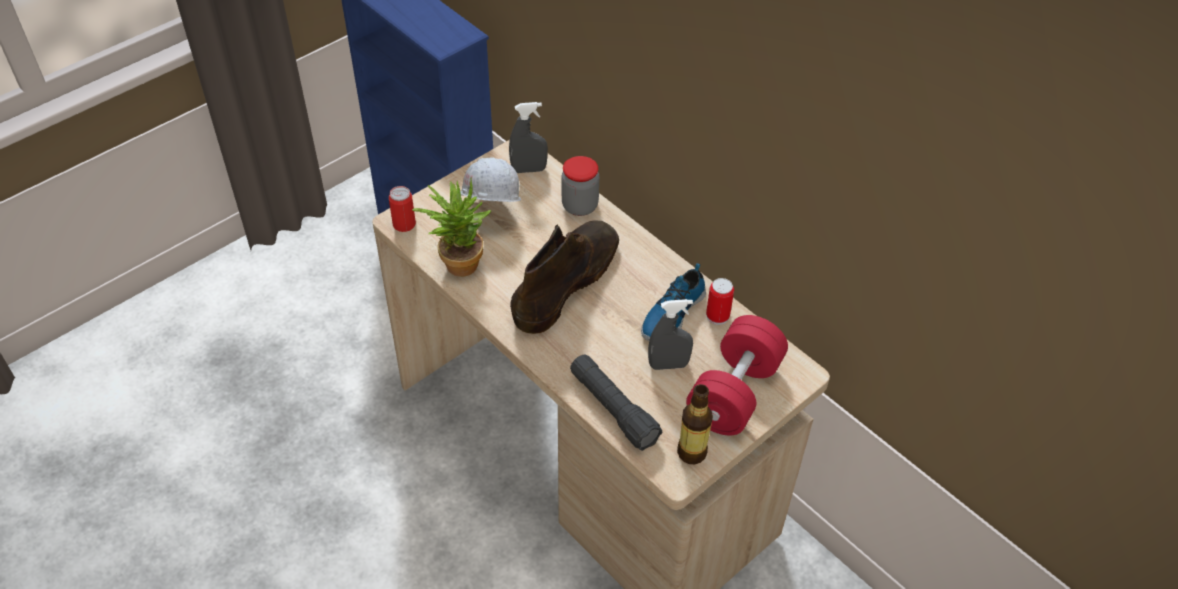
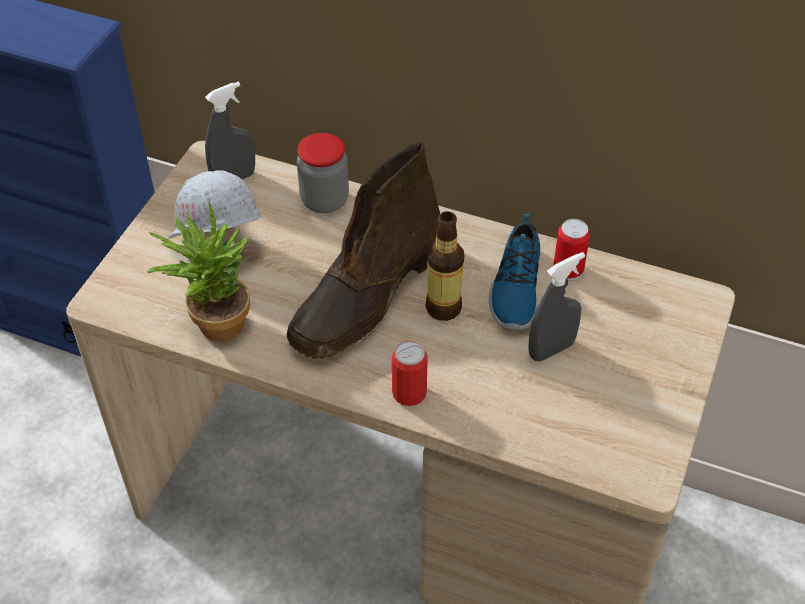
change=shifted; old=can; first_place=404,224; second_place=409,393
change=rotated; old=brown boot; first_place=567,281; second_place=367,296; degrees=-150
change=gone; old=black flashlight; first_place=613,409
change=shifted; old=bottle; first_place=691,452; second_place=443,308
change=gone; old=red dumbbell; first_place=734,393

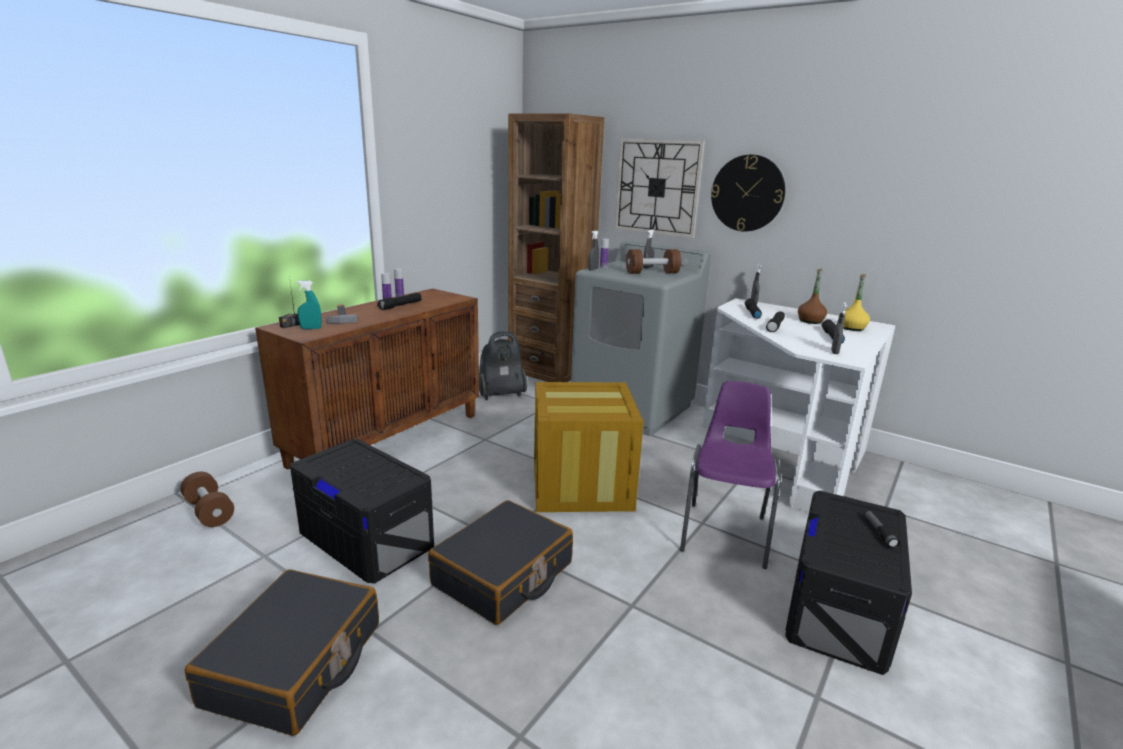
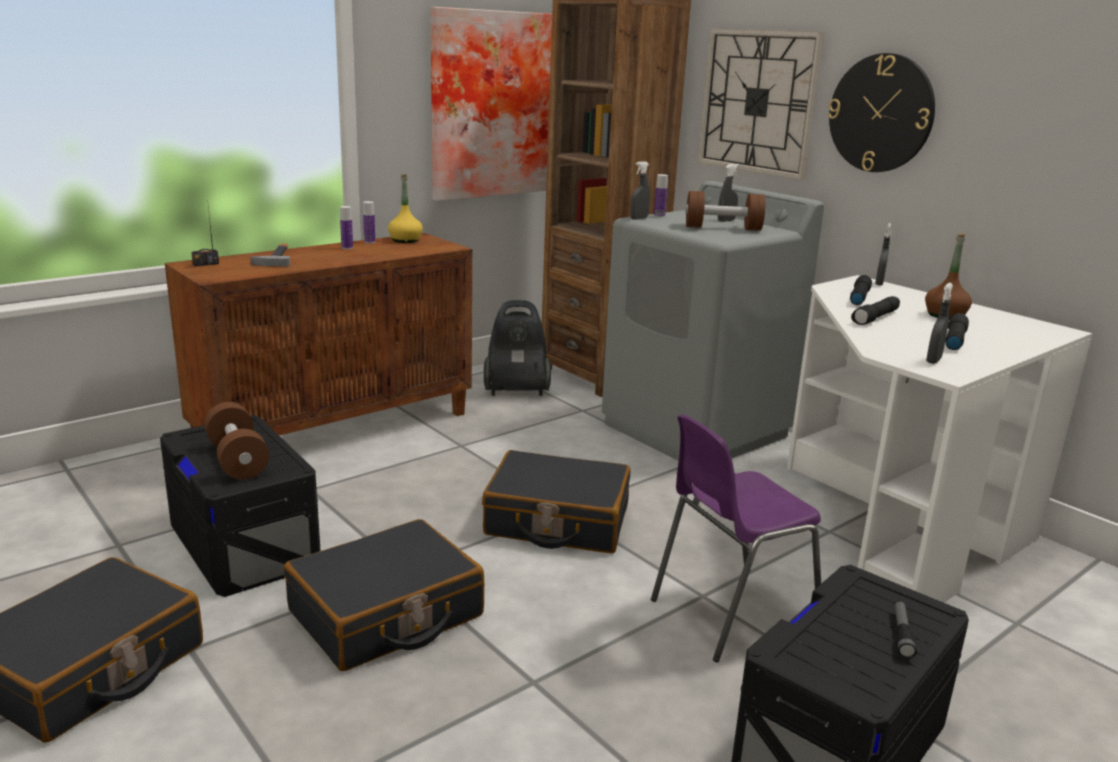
change=shifted; old=brown dumbbell; first_place=209,511; second_place=237,459
change=gone; old=turquoise spray bottle; first_place=311,328
change=gone; old=black flashlight; first_place=400,306
change=swapped; old=crate; new=black suitcase; first_place=581,485; second_place=557,521
change=rotated; old=purple chair; first_place=725,533; second_place=729,614; degrees=-150
change=shifted; old=yellow bottle; first_place=852,328; second_place=405,240
change=new; new=picture; second_place=502,104

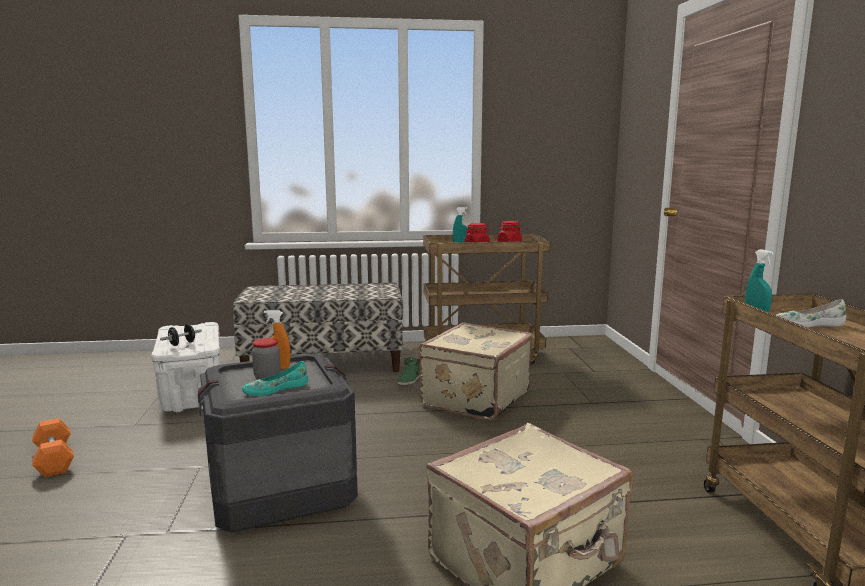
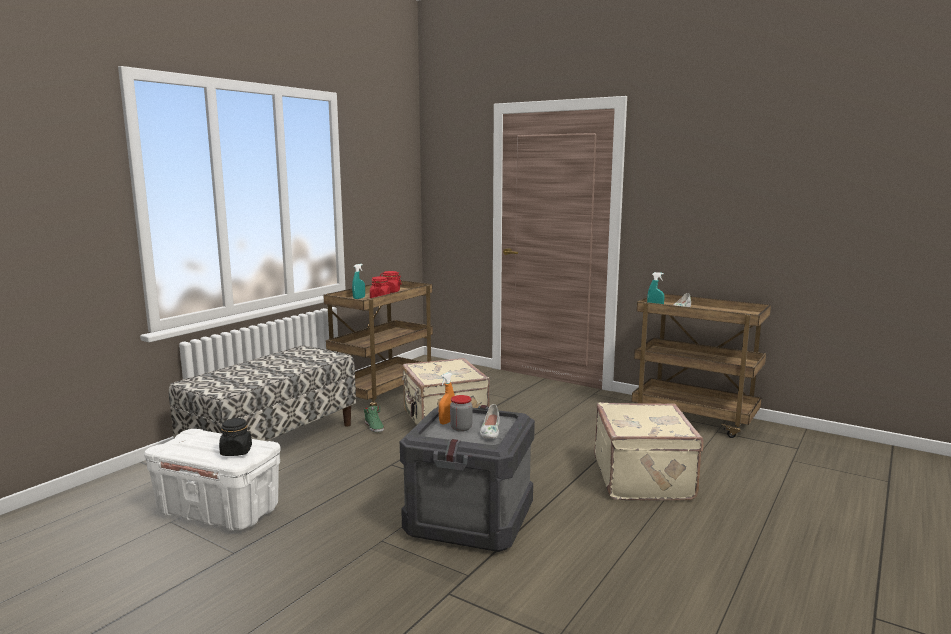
change=gone; old=orange dumbbell; first_place=54,459
change=swapped; old=black dumbbell; new=black jar; first_place=182,344; second_place=236,452
change=repainted; old=turquoise shoe; new=white shoe; first_place=275,389; second_place=490,431

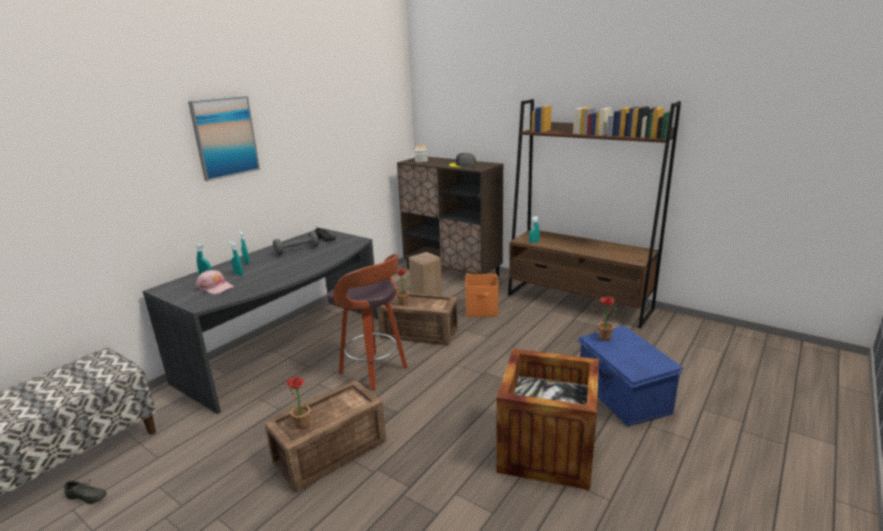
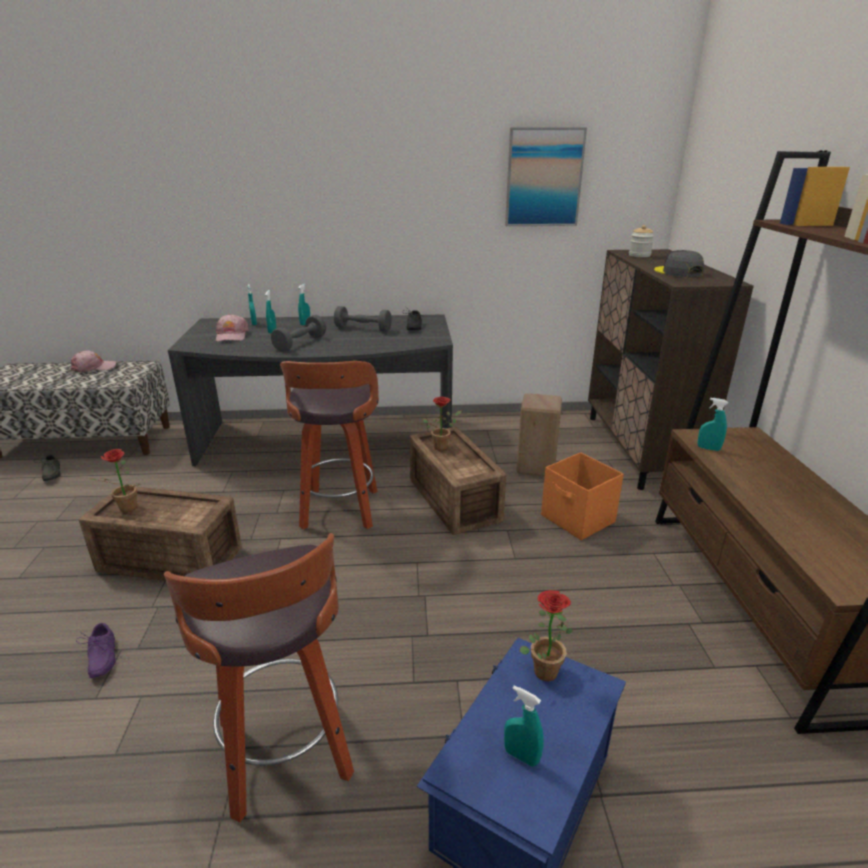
change=shifted; old=picture; first_place=225,137; second_place=543,178
change=swapped; old=crate; new=stool; first_place=546,449; second_place=286,753
change=new; new=pink cap; second_place=93,367
change=new; new=purple shoe; second_place=100,658
change=new; new=grey dumbbell; second_place=300,343
change=new; new=turquoise spray bottle; second_place=521,756

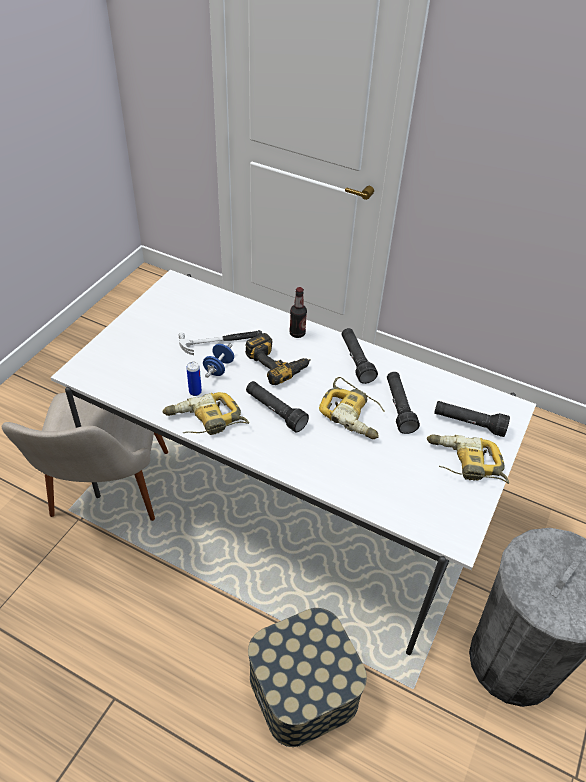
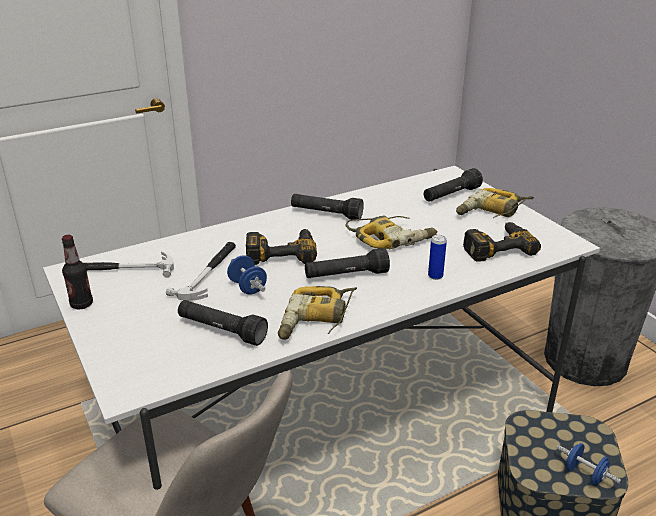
change=shifted; old=can; first_place=195,392; second_place=435,276
change=shifted; old=bottle; first_place=297,333; second_place=81,304
change=shifted; old=black flashlight; first_place=399,407; second_place=221,331
change=new; new=hammer; second_place=122,269
change=new; new=power drill; second_place=496,246
change=new; new=blue dumbbell; second_place=584,474

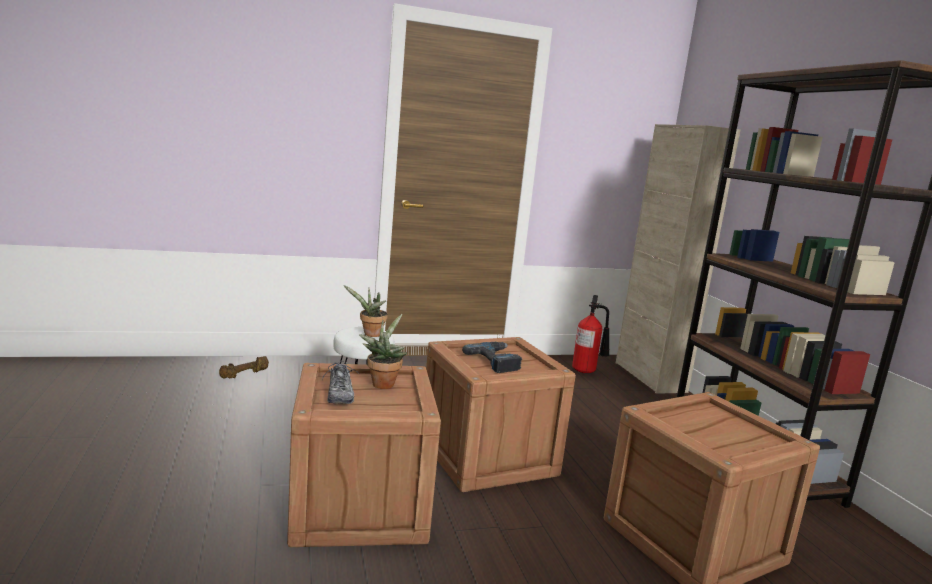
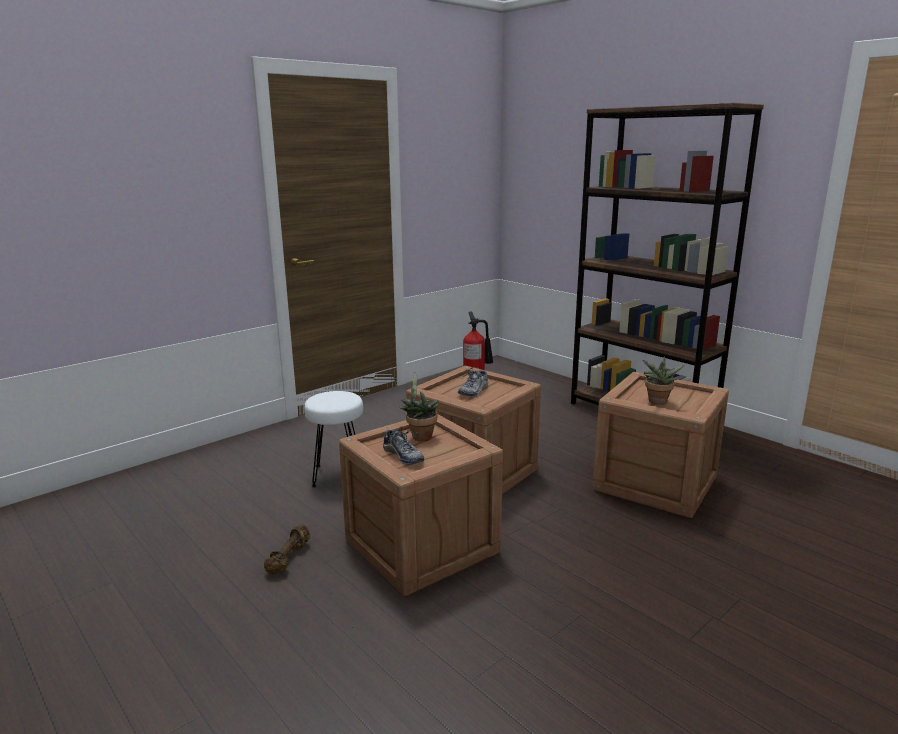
change=shifted; old=brown dumbbell; first_place=244,375; second_place=289,558
change=shifted; old=potted plant; first_place=370,334; second_place=657,402
change=swapped; old=power drill; new=shoe; first_place=497,361; second_place=474,391
change=gone; old=beige cabinet; first_place=649,377

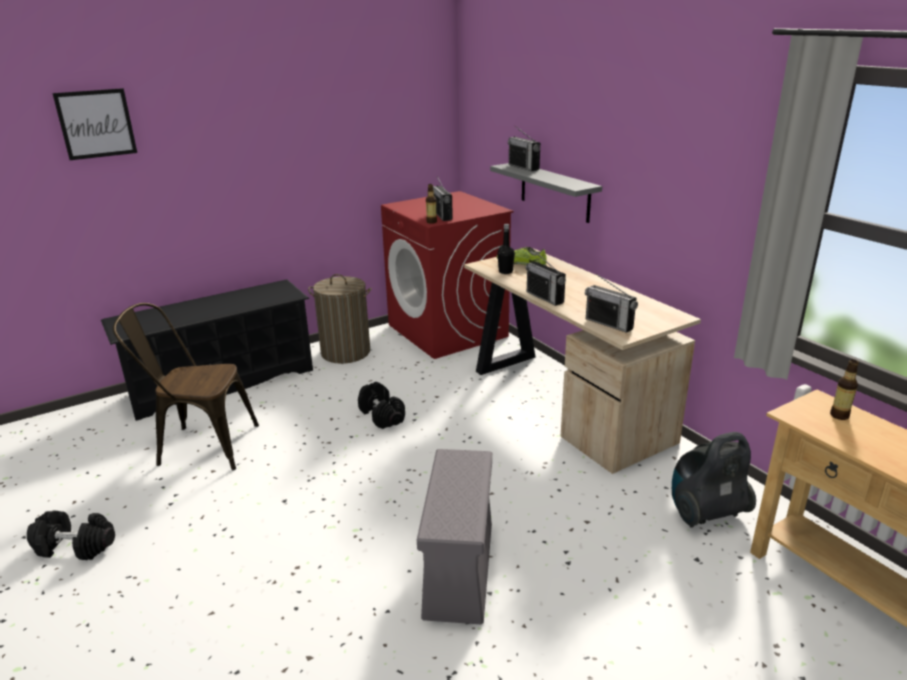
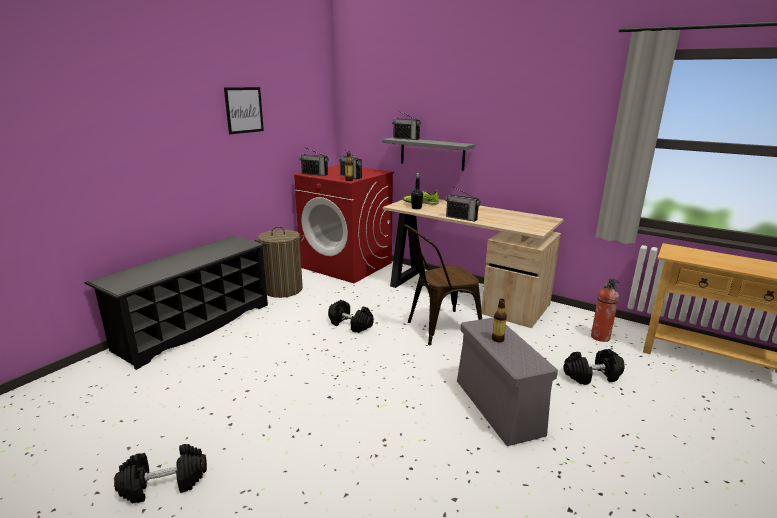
change=shifted; old=picture; first_place=96,124; second_place=244,110
change=shifted; old=brown chair; first_place=200,446; second_place=438,328
change=shifted; old=radio; first_place=609,324; second_place=315,174
change=swapped; old=vacuum cleaner; new=fire extinguisher; first_place=705,513; second_place=600,337
change=shifted; old=bottle; first_place=839,415; second_place=497,339
change=new; new=black dumbbell; second_place=591,376

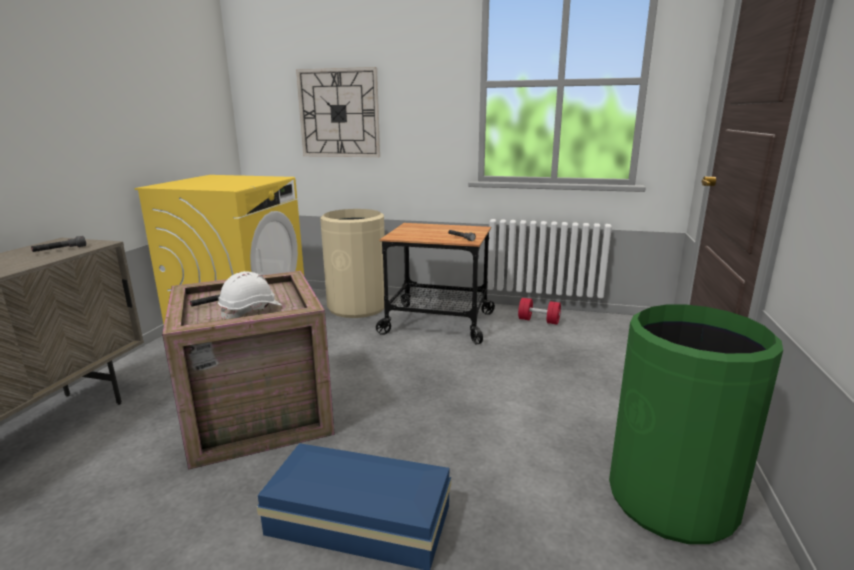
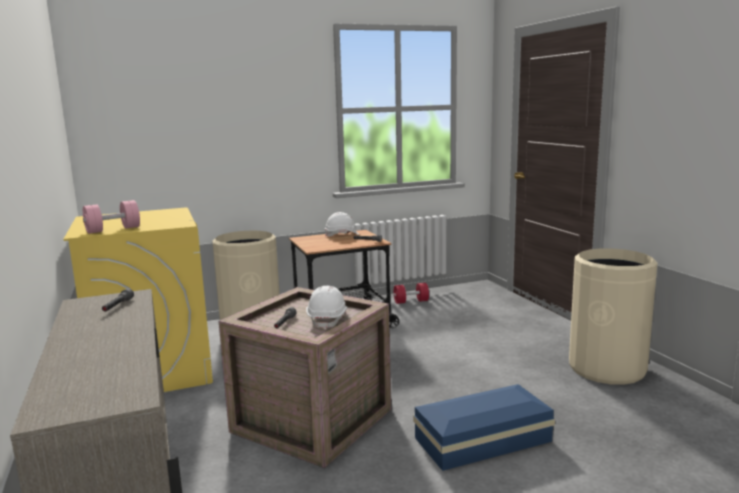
change=gone; old=wall clock; first_place=339,113
change=repainted; old=green trash can; new=beige trash can; first_place=671,500; second_place=607,368
change=new; new=pink dumbbell; second_place=113,230
change=new; new=white hard hat; second_place=342,235

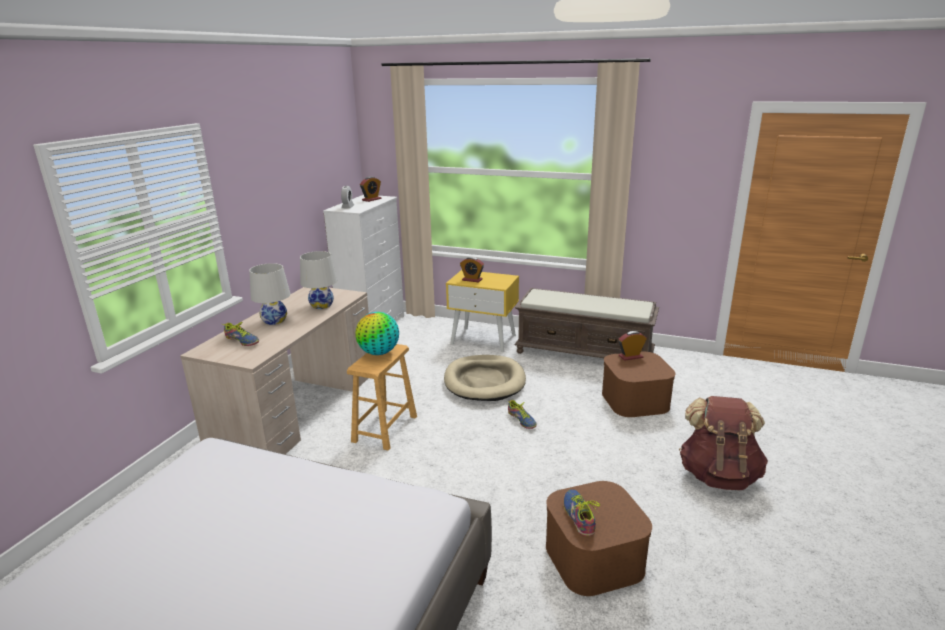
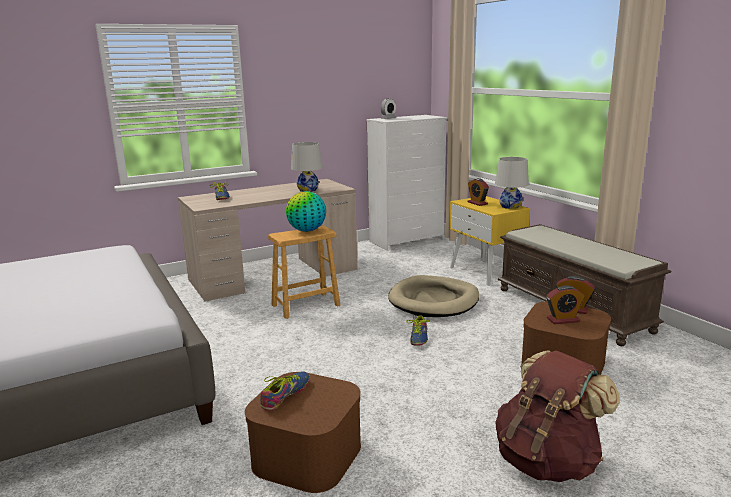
change=shifted; old=white table lamp; first_place=274,320; second_place=510,206
change=shifted; old=alarm clock; first_place=371,199; second_place=563,320

